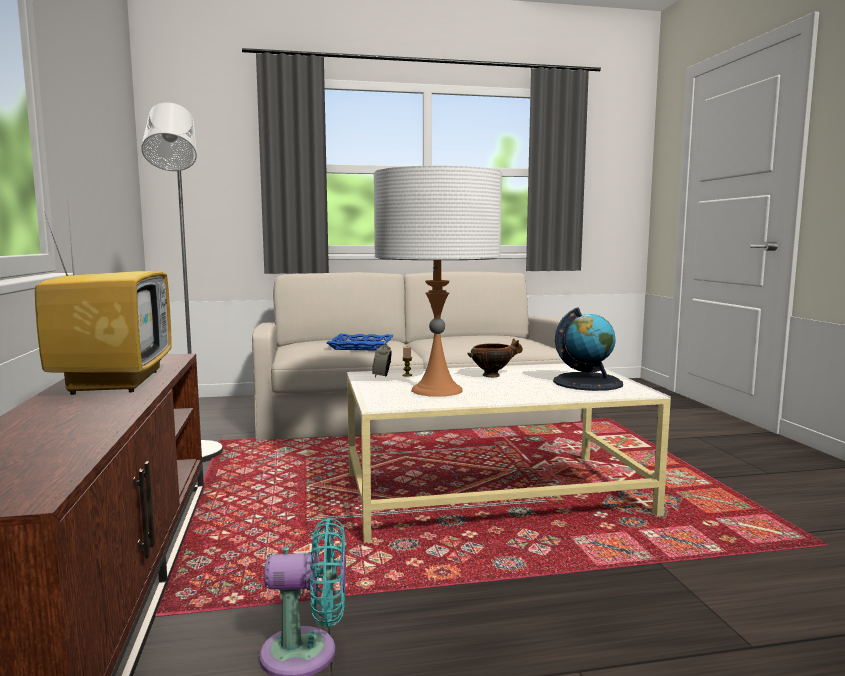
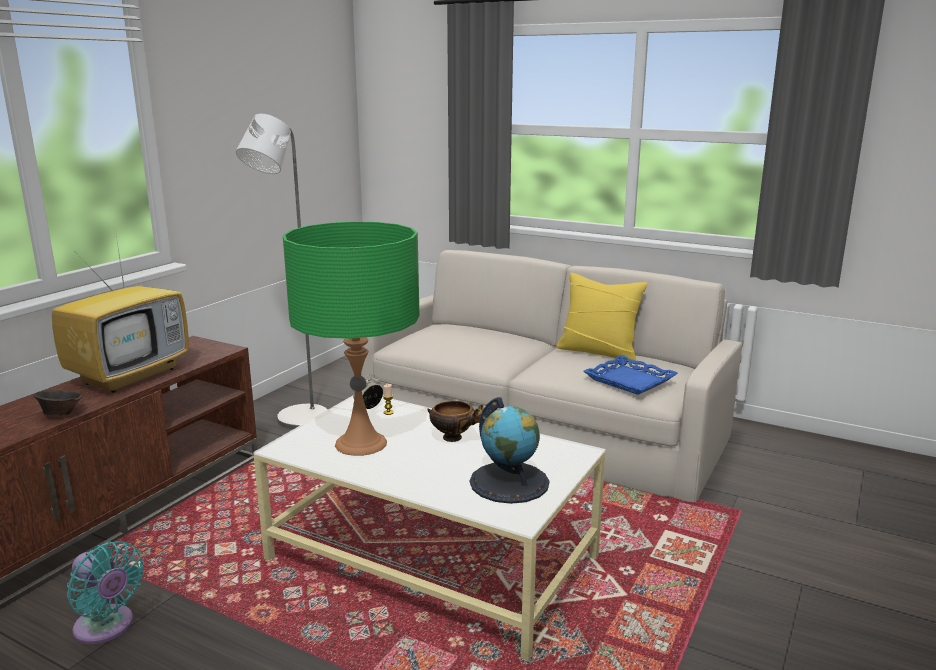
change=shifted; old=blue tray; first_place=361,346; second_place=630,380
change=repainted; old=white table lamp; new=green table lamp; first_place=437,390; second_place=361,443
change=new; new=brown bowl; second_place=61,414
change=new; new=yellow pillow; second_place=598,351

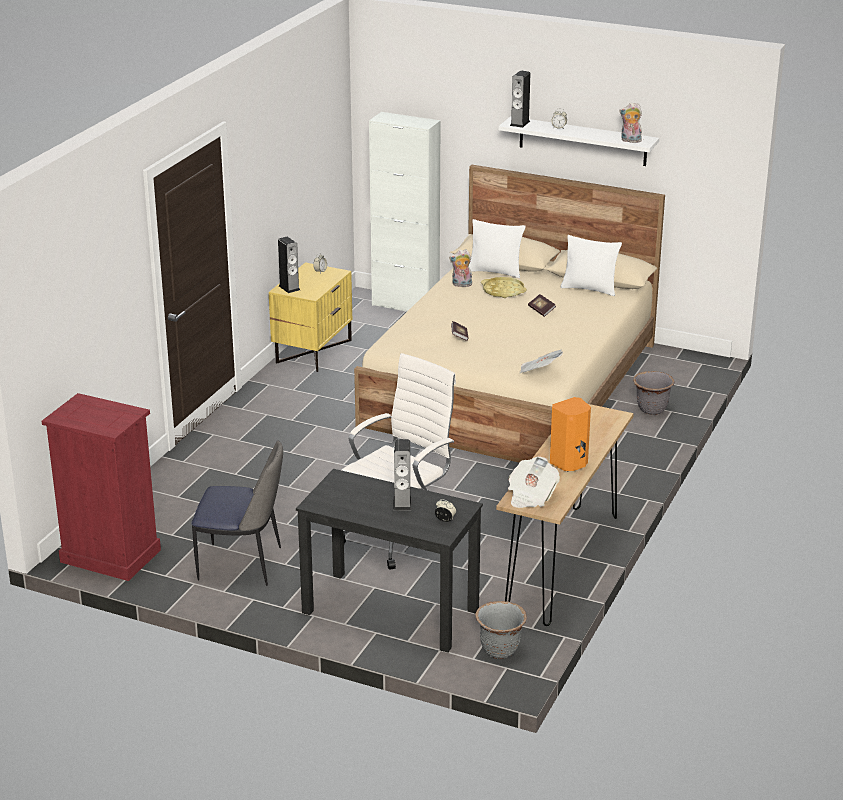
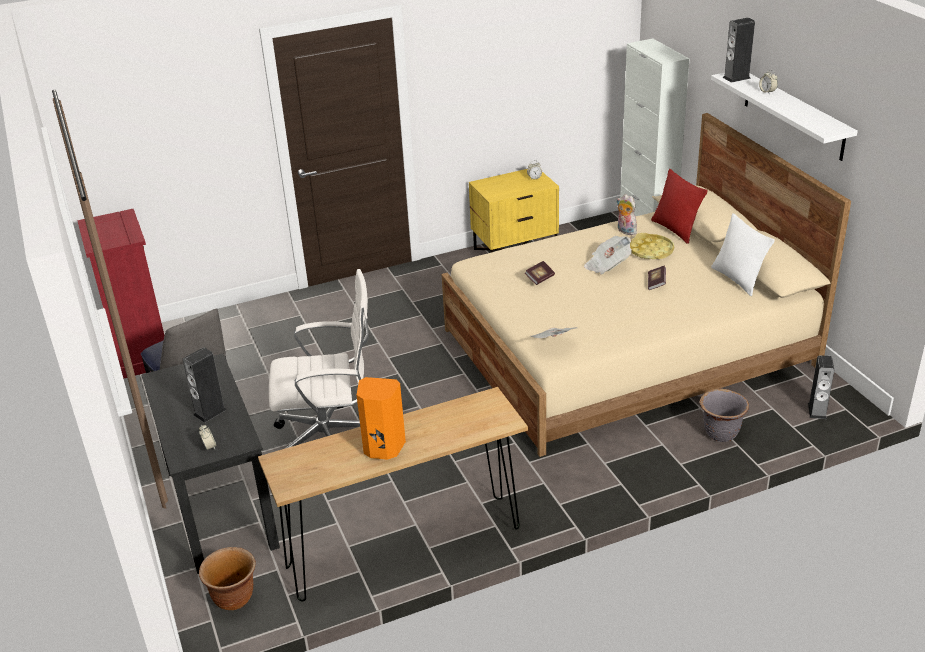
change=shifted; old=speaker; first_place=289,288; second_place=817,411
change=repainted; old=white pillow; new=red pillow; first_place=495,272; second_place=675,230
change=repainted; old=grey planter; new=brown planter; first_place=499,649; second_place=234,598
change=shifted; old=newspaper; first_place=531,496; second_place=607,265
change=gone; old=plush toy; first_place=630,141

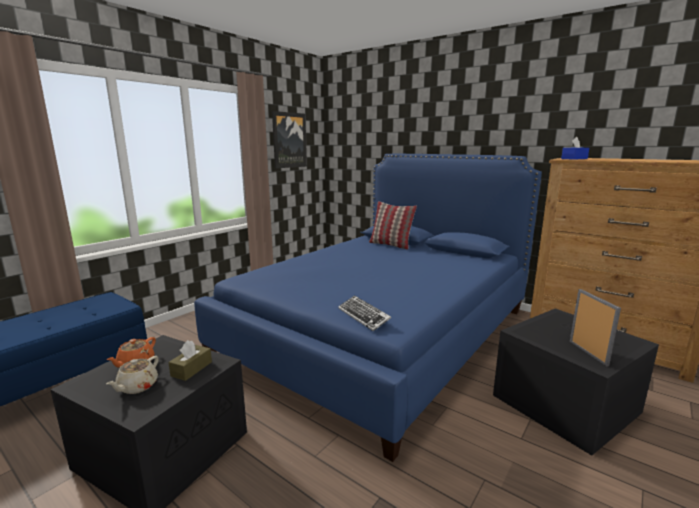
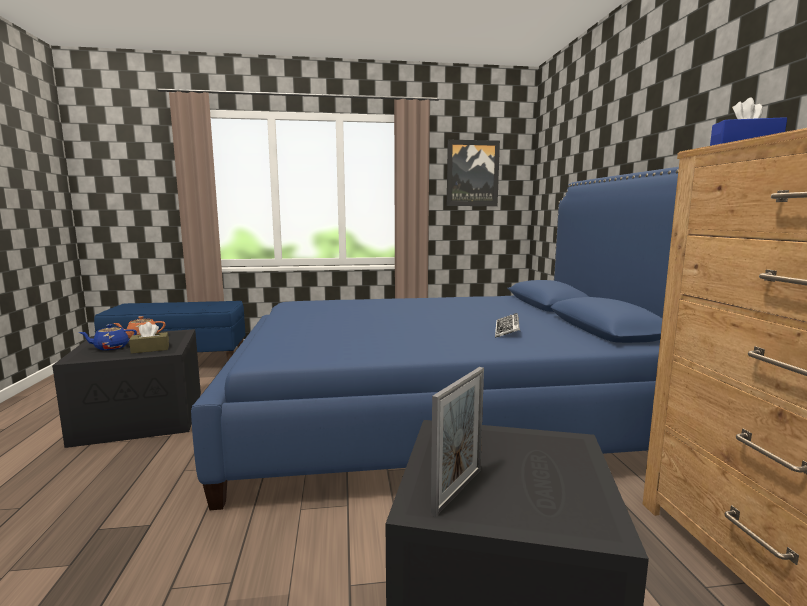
change=repainted; old=beige teapot; new=blue teapot; first_place=137,387; second_place=111,347
change=shifted; old=keyboard; first_place=363,316; second_place=507,330
change=gone; old=pillow; first_place=390,245

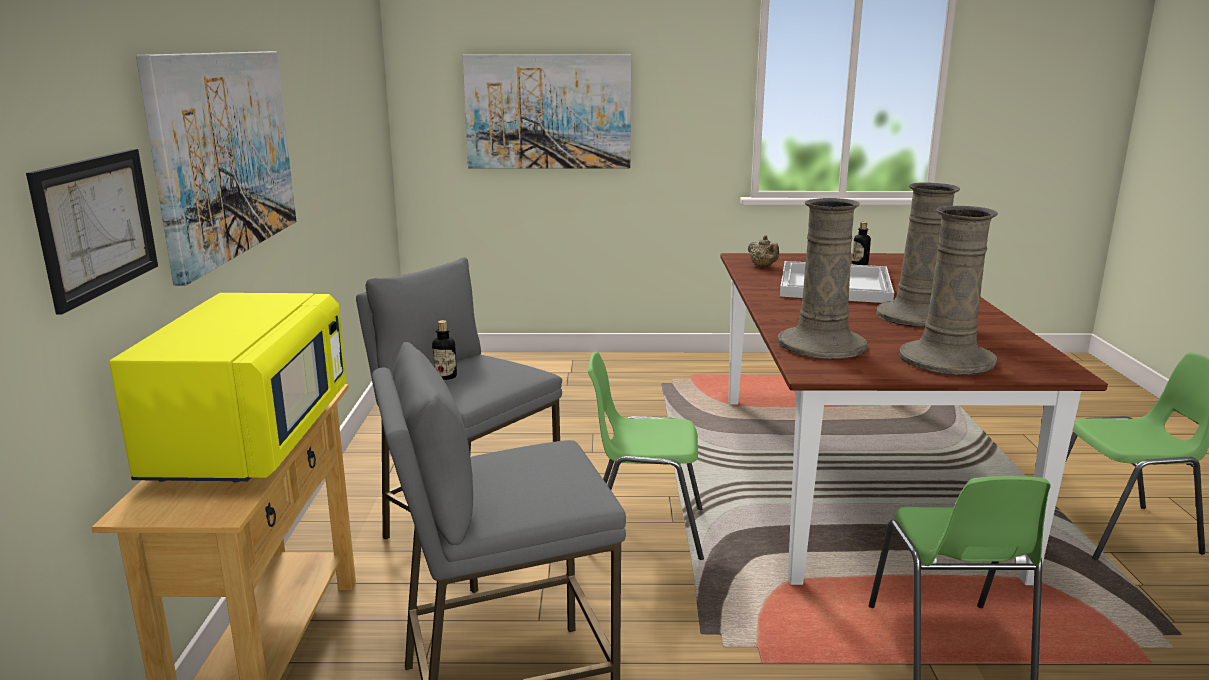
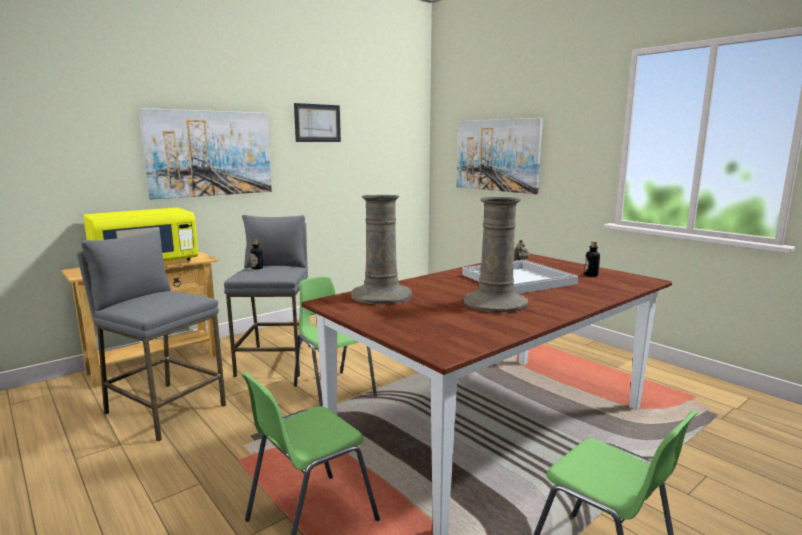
change=shifted; old=picture; first_place=96,225; second_place=317,123
change=gone; old=beige vase; first_place=946,359

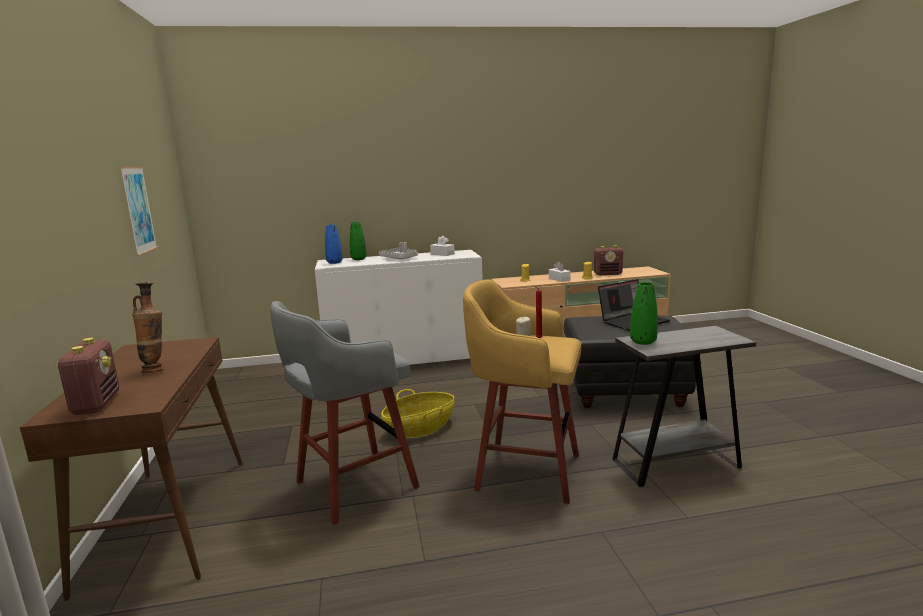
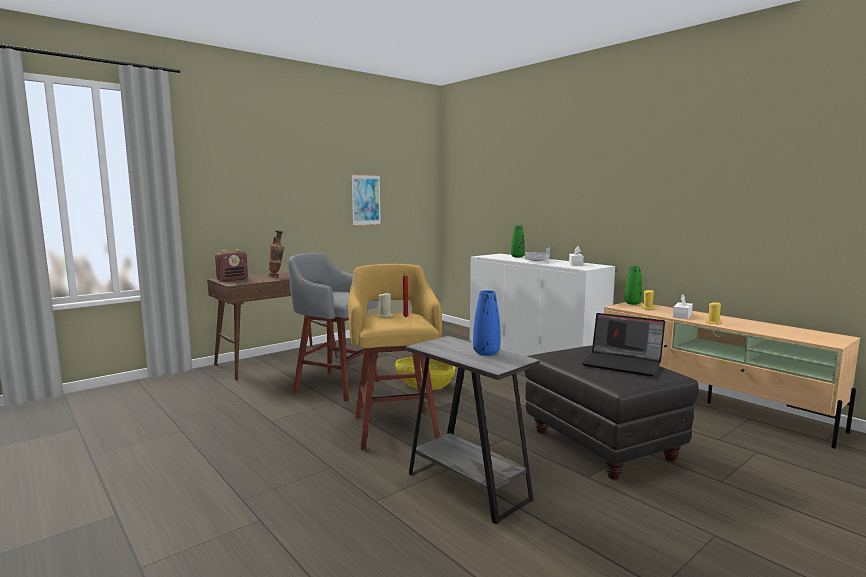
change=shifted; old=blue vase; first_place=334,262; second_place=486,353
change=gone; old=radio; first_place=608,274
change=shifted; old=green vase; first_place=643,342; second_place=632,303

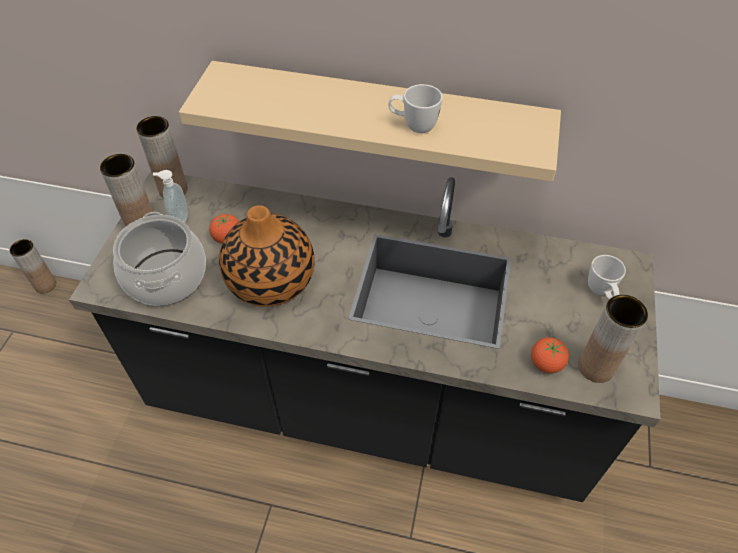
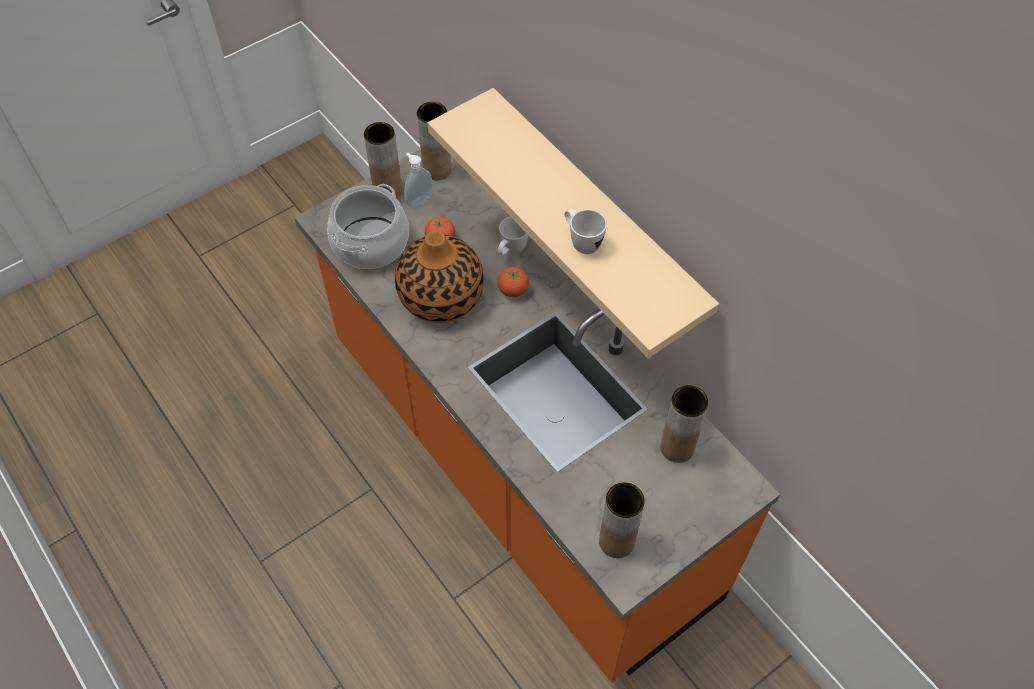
change=shifted; old=brown vase; first_place=45,285; second_place=677,448
change=repainted; old=black counter; new=orange counter; first_place=368,405; second_place=517,469
change=shifted; old=tomato; first_place=546,363; second_place=513,290
change=shifted; old=white mug; first_place=601,293; second_place=511,250

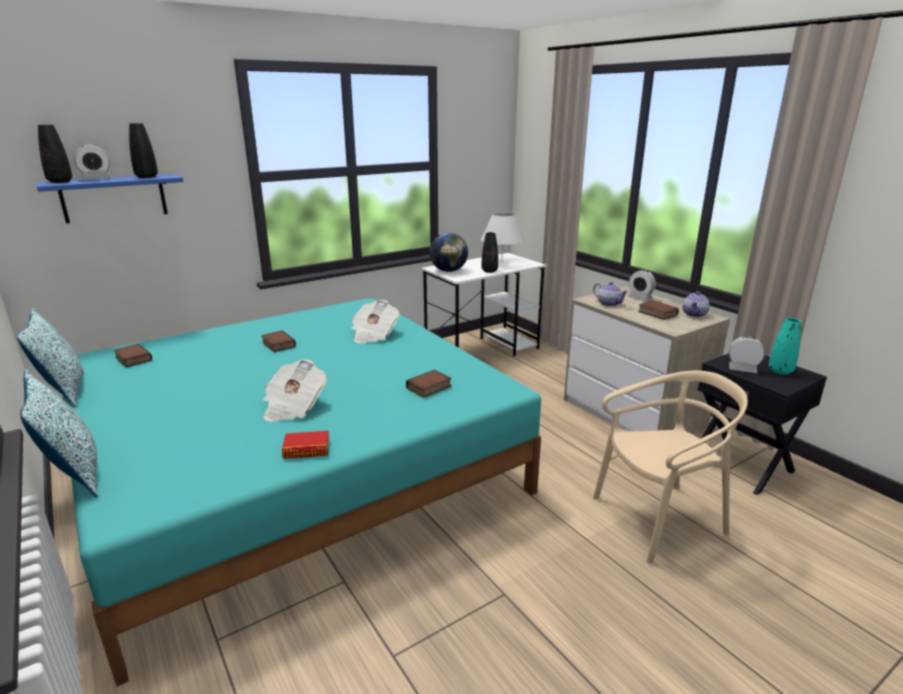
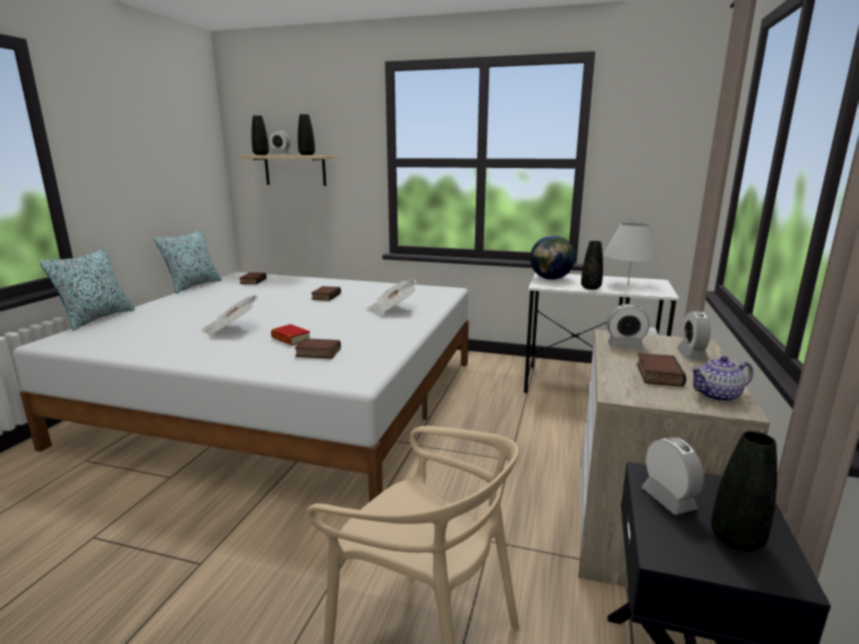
change=repainted; old=blue shelf; new=beige shelf; first_place=114,198; second_place=295,170
change=repainted; old=turquoise bed; new=white bed; first_place=295,468; second_place=289,399
change=shifted; old=book; first_place=306,450; second_place=290,339
change=swapped; old=teapot; new=alarm clock; first_place=608,303; second_place=624,346
change=repainted; old=turquoise vase; new=black vase; first_place=780,371; second_place=736,539

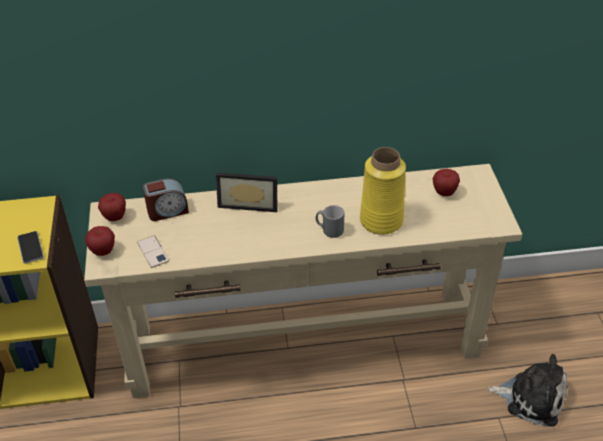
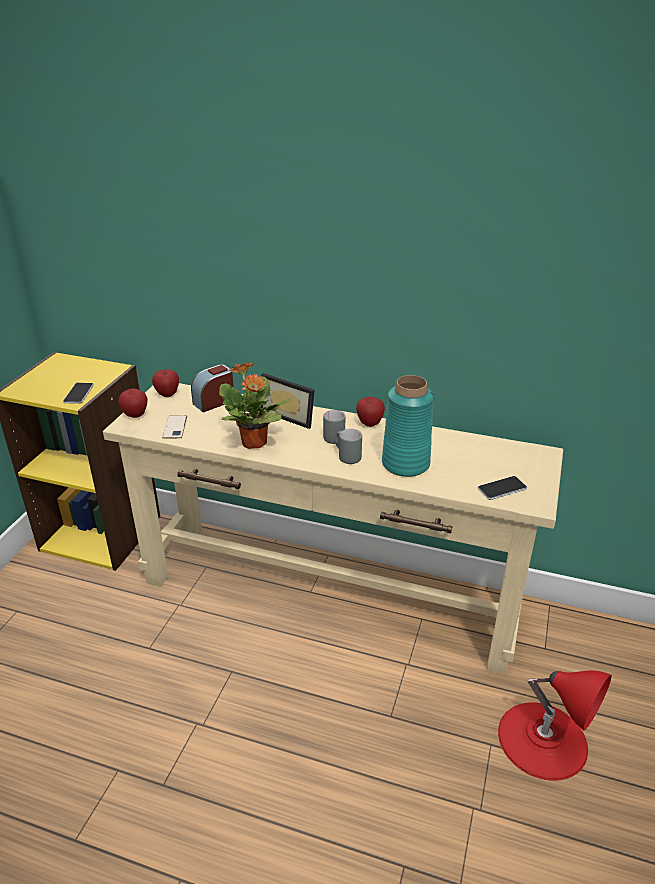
change=rotated; old=alarm clock; first_place=167,211; second_place=214,402; degrees=135
change=repainted; old=yellow vase; new=turquoise vase; first_place=381,221; second_place=405,463
change=shifted; old=apple; first_place=444,193; second_place=369,424
change=swapped; old=plush toy; new=red table lamp; first_place=531,397; second_place=543,739
change=new; new=potted plant; second_place=254,443
change=new; new=grey mug; second_place=333,436
change=new; new=phone; second_place=502,489

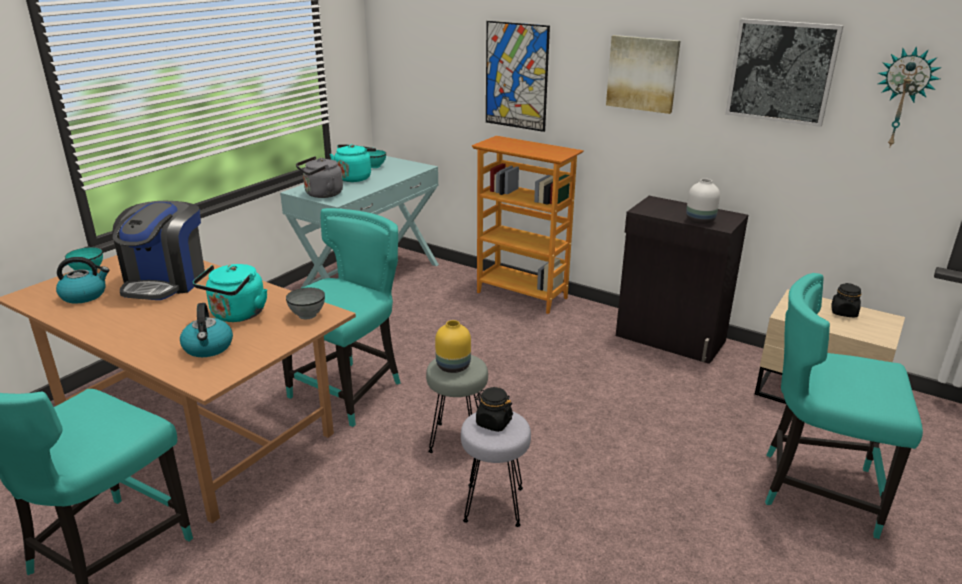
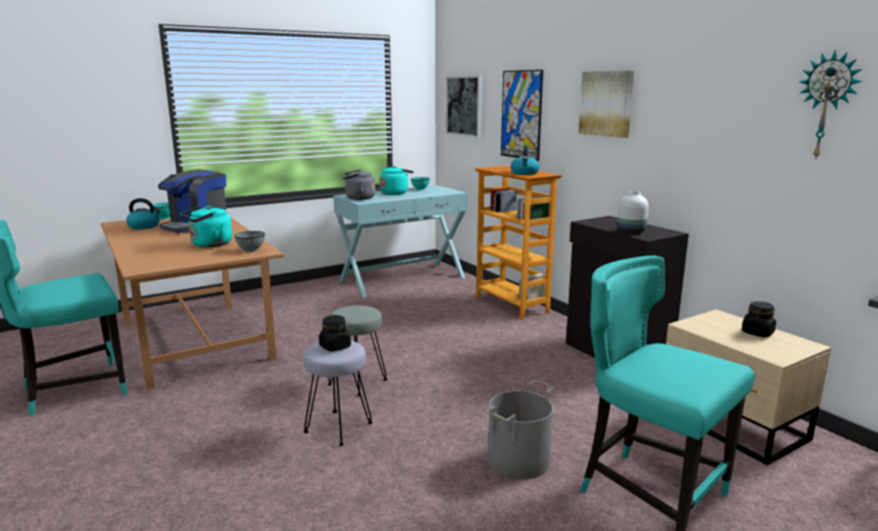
change=shifted; old=kettle; first_place=208,348; second_place=524,173
change=gone; old=turquoise chair; first_place=349,391
change=gone; old=yellow vase; first_place=453,367
change=shifted; old=picture; first_place=781,71; second_place=465,106
change=new; new=grey bucket; second_place=518,459

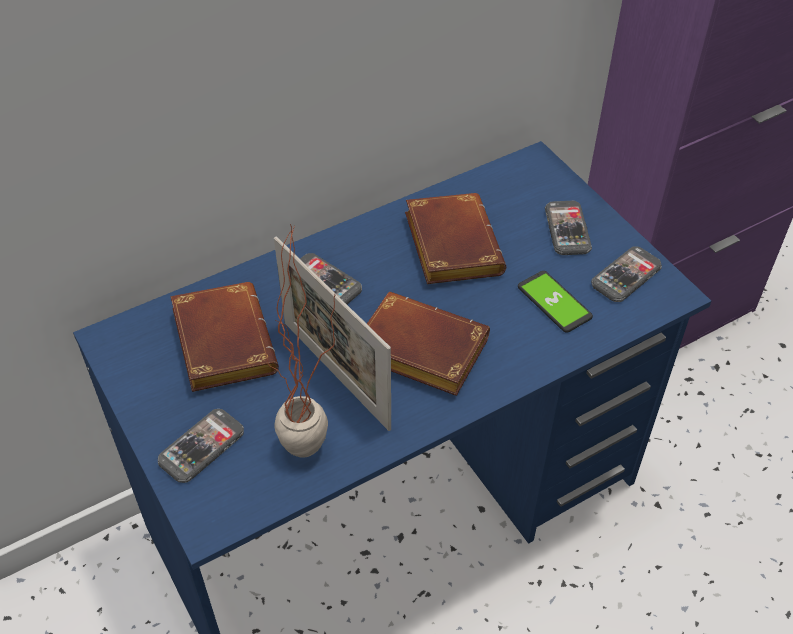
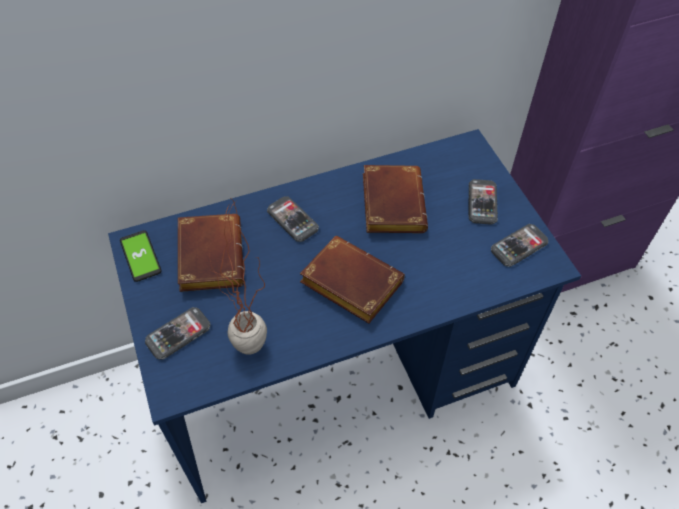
change=gone; old=picture frame; first_place=335,374
change=shifted; old=phone; first_place=554,302; second_place=140,256

